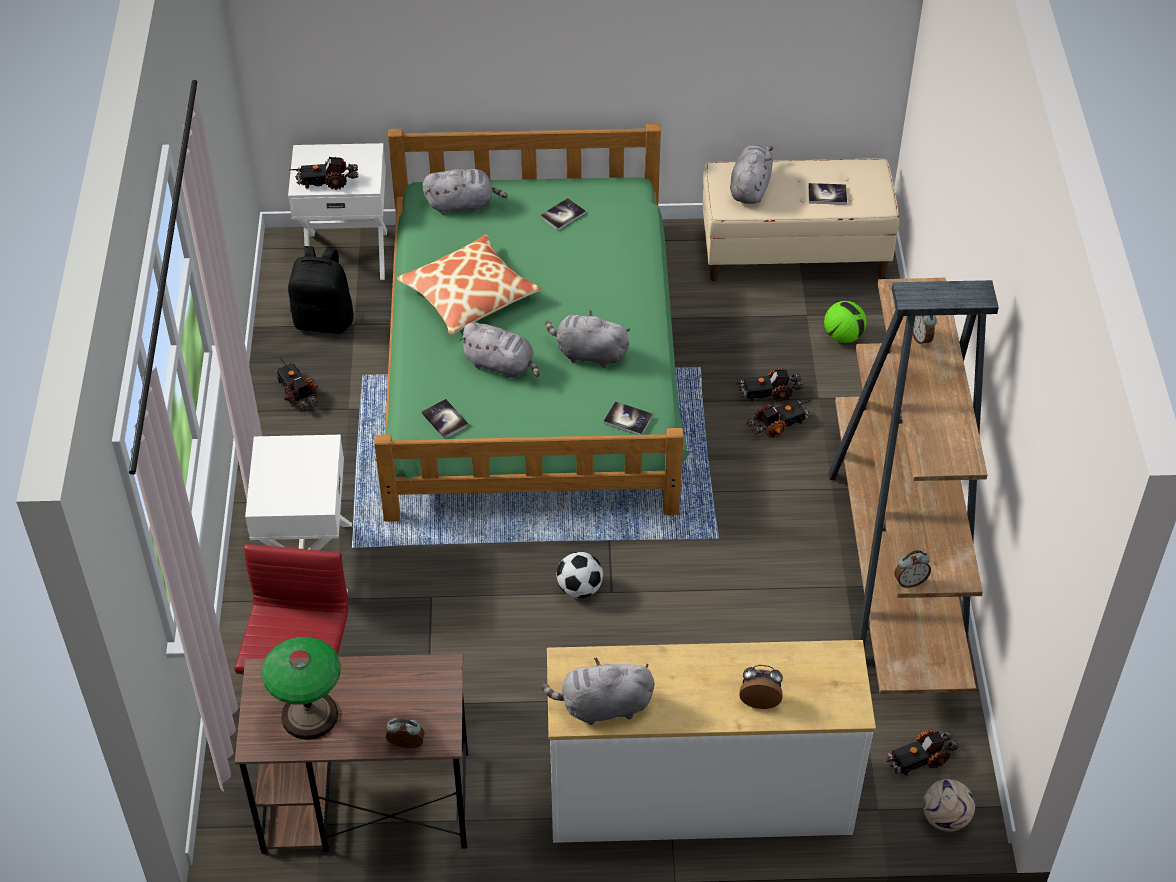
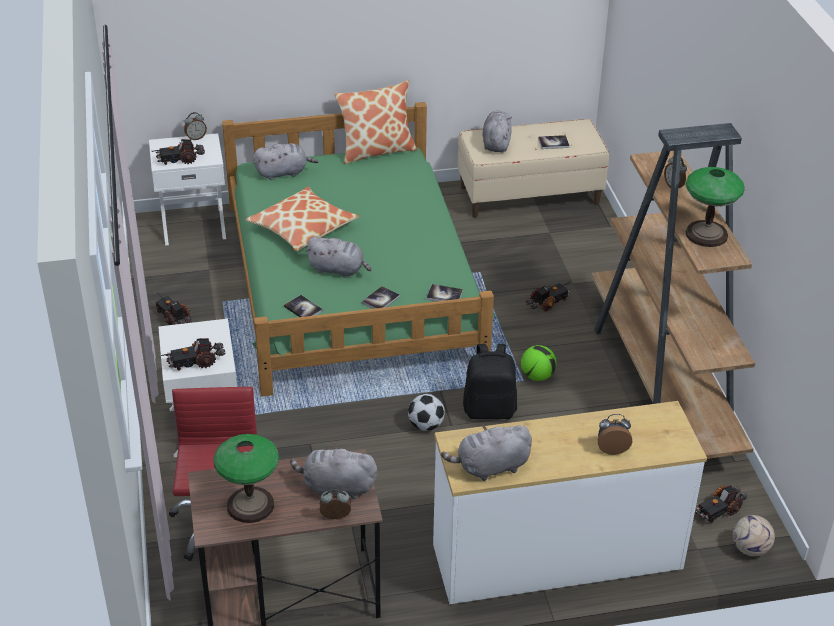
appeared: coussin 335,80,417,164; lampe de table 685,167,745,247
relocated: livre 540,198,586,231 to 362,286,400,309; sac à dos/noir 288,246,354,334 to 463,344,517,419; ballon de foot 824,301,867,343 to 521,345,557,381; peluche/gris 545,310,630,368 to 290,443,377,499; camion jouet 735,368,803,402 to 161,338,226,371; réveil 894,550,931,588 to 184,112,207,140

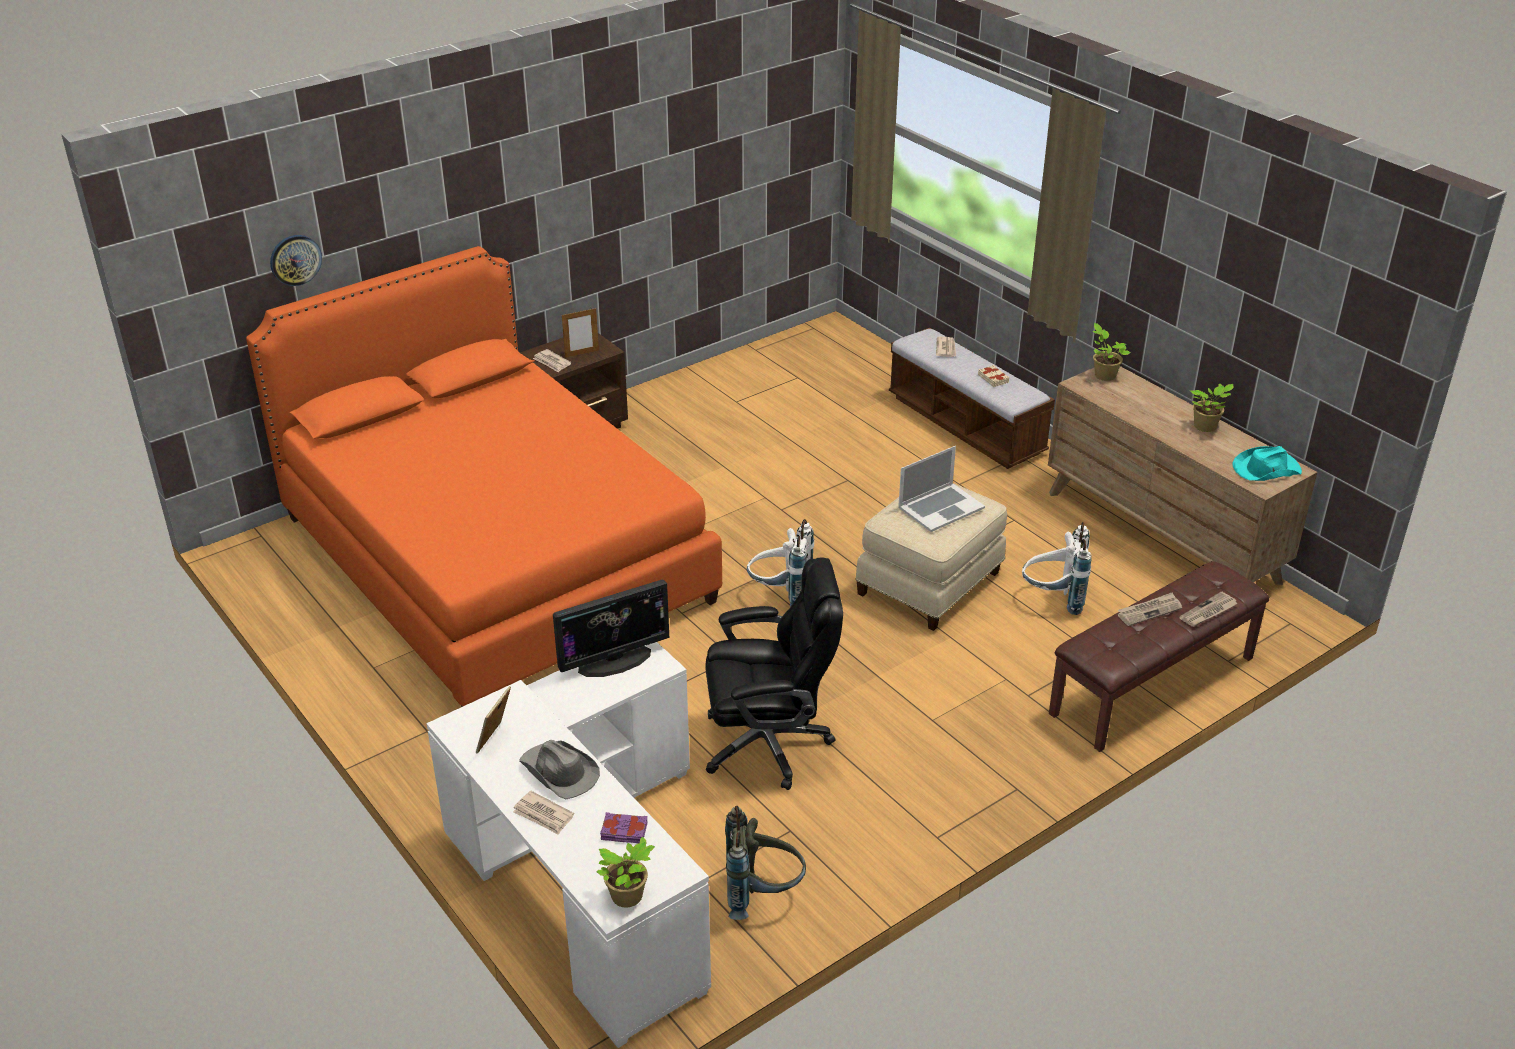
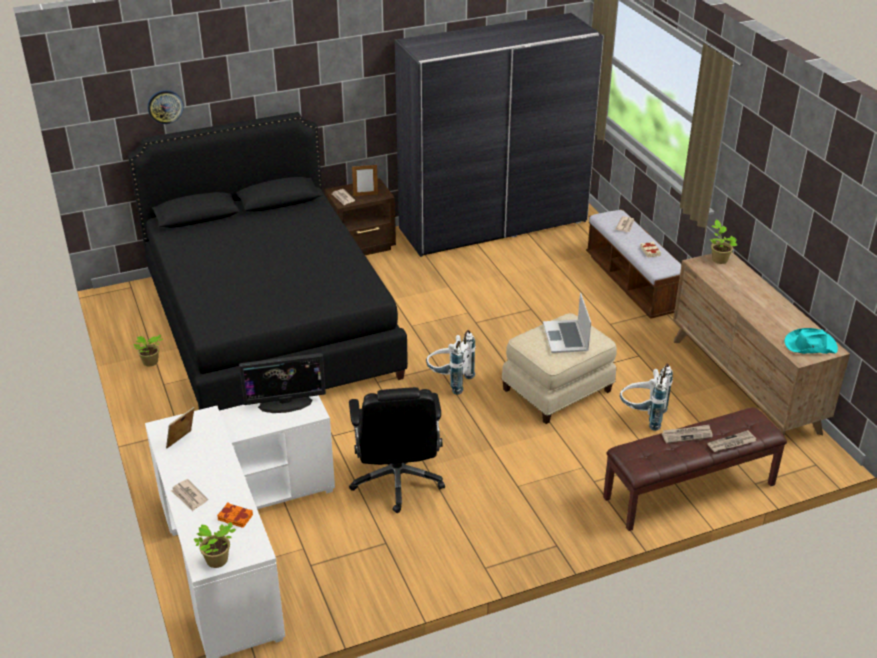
missing: chapeau/gris 519,740,600,799; sac à dos/gris 725,806,806,920
appeared: armoire/gris 395,13,604,257
relocated: plante en pot 1190,383,1234,432 to 133,335,163,366
colour: lit/orange 246,246,722,707 to lit/noir 128,112,408,411; livre/violet 600,812,648,843 to livre/orange 217,502,253,528
spun: ordinateur portable 898,446,985,532 = 543,293,591,353 105 degrees clockwise; chaise de bureau/noir 705,557,843,790 = 349,387,445,513 75 degrees clockwise

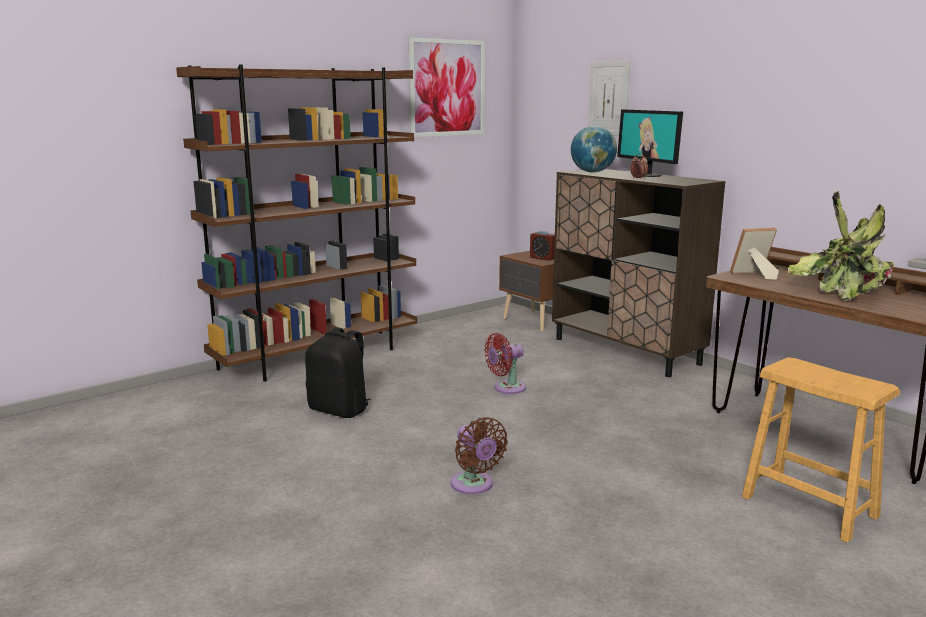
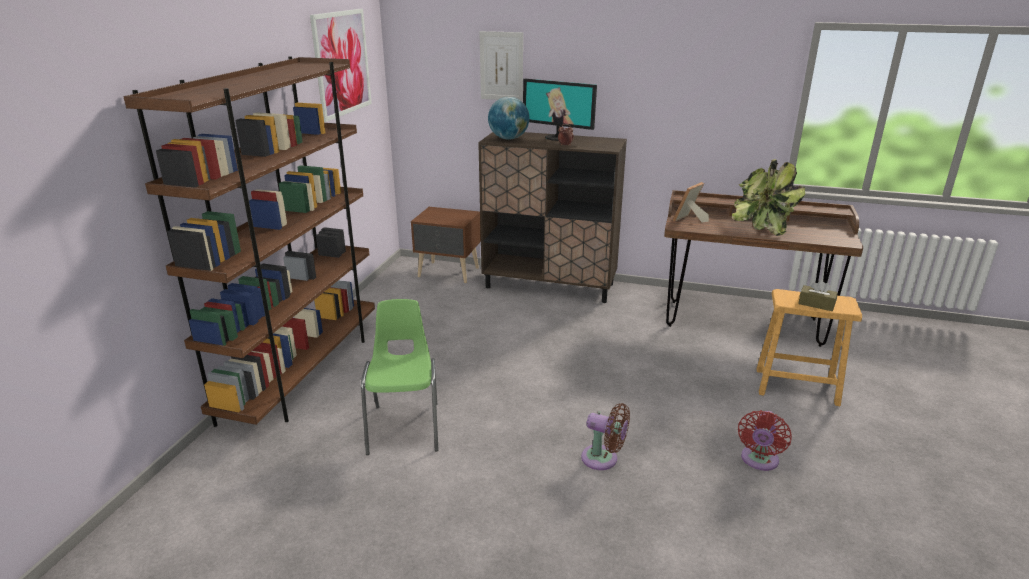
missing: réveil 530,231,555,261
appeared: boîte à mouchoirs/marron 798,280,838,311
relocated: ventilateur/rouge 484,333,526,394 to 738,410,792,471
exchanged: sac à dos/noir 305,327,371,418 to chaise/vert 361,299,439,455

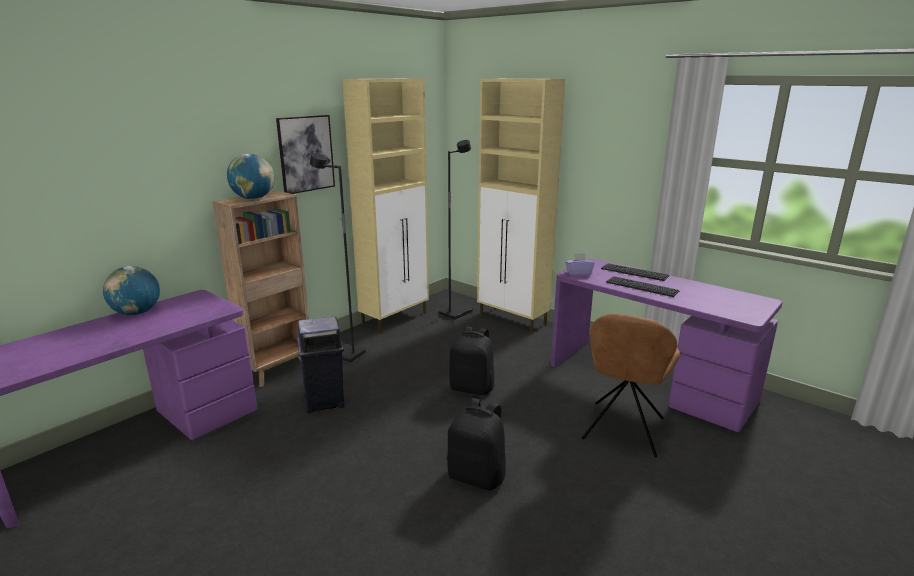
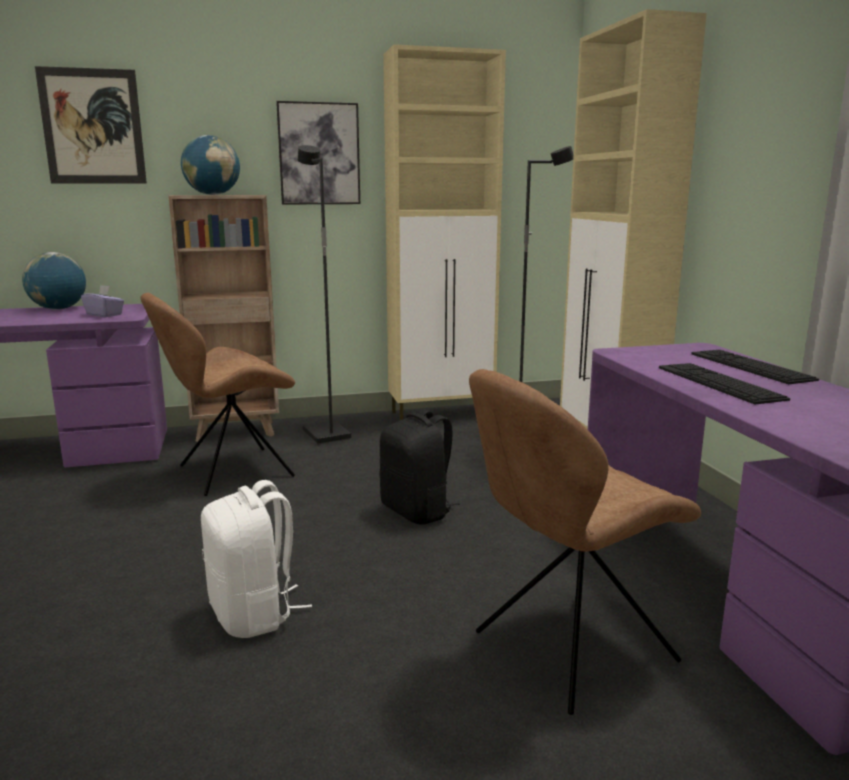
appeared: tableau 35,66,147,184
relocated: boîte à mouchoirs/violet 565,253,595,275 to 81,285,124,317
exchanged: poubelle/bleu 297,317,345,413 to chaise/marron 141,293,295,496
colour: sac à dos/noir 447,398,506,490 to sac à dos/blanc 201,480,312,638

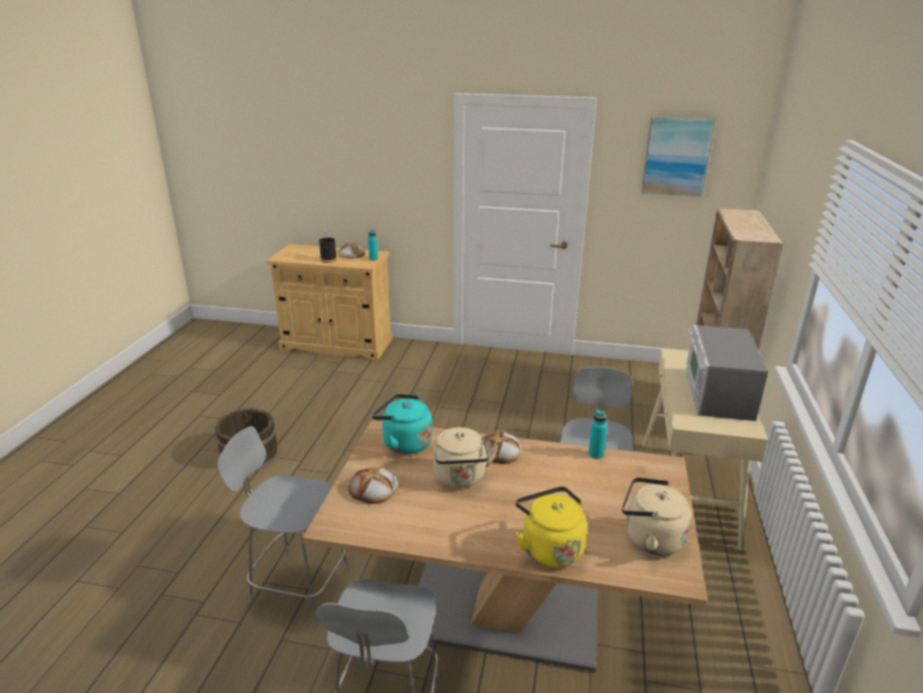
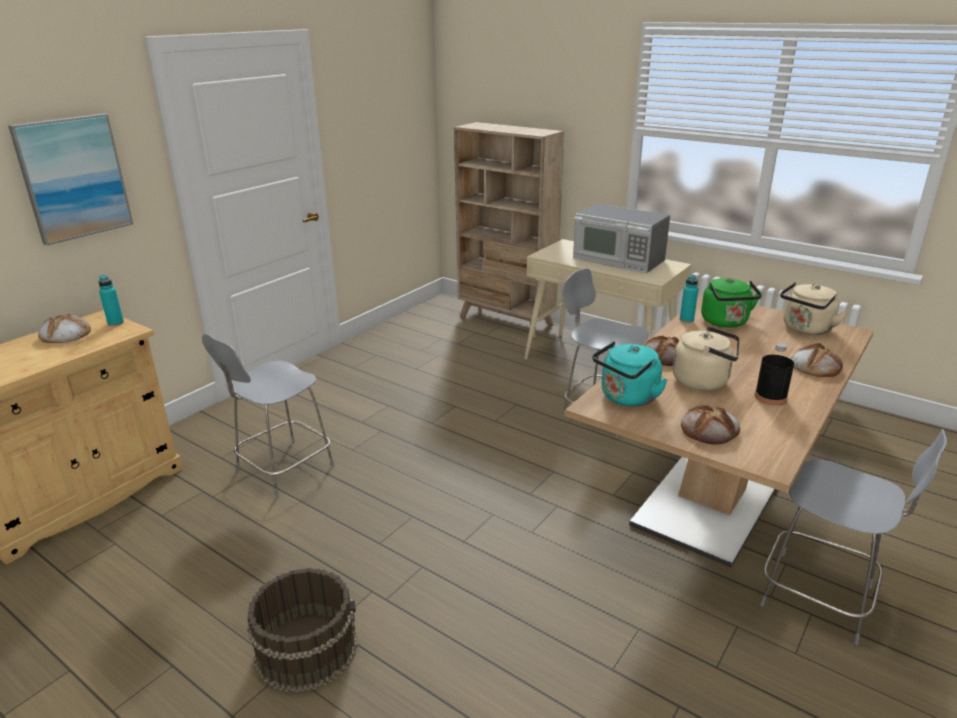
appeared: bouilloire/vert 701,278,762,327
relocated: tableau 641,117,716,196 to 8,113,133,245; bouteille/noir 319,230,337,263 to 755,343,794,406; chaise/gris 217,426,348,619 to 202,334,334,498
exchanged: bouilloire/jaune 515,486,587,568 to pain 791,343,843,377

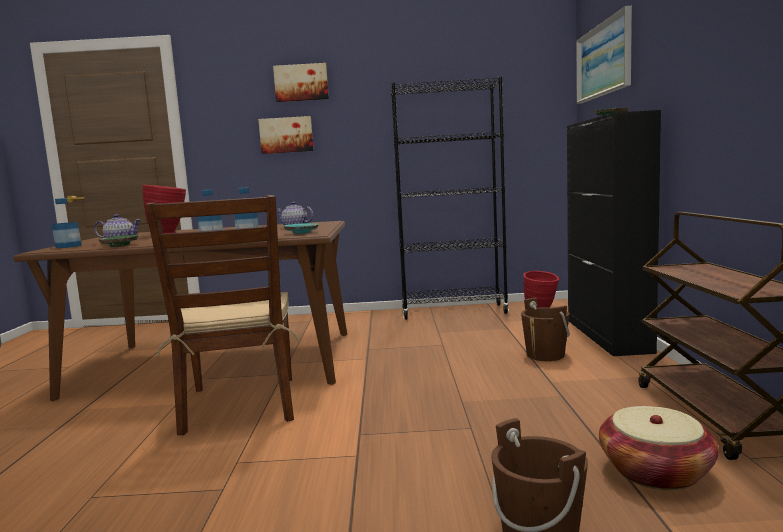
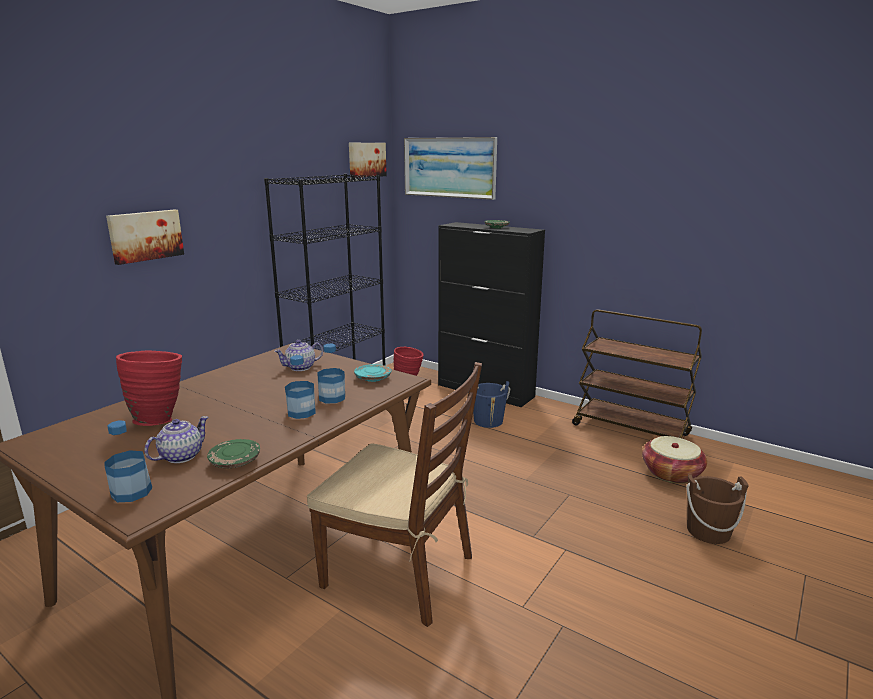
relocated: tableau 273,63,329,102 to 349,143,387,178
colour: seau/marron 521,298,570,361 to seau/bleu 473,381,510,428

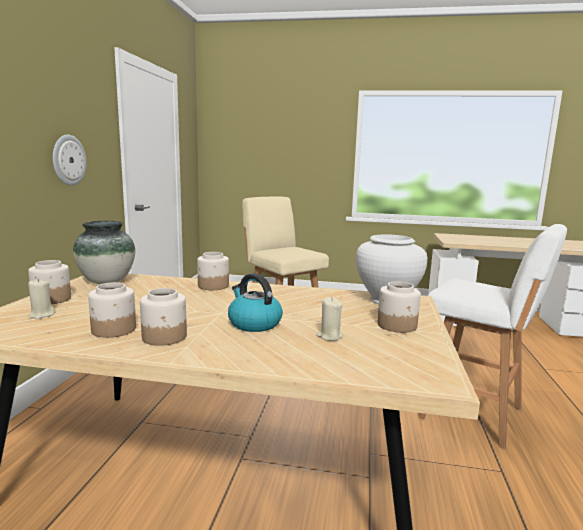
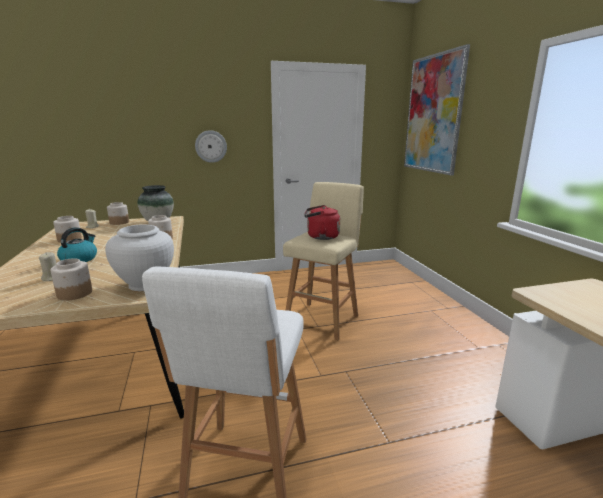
missing: bocal 140,288,187,346
appeared: tableau 404,44,470,175; bouilloire/rouge 304,205,340,240

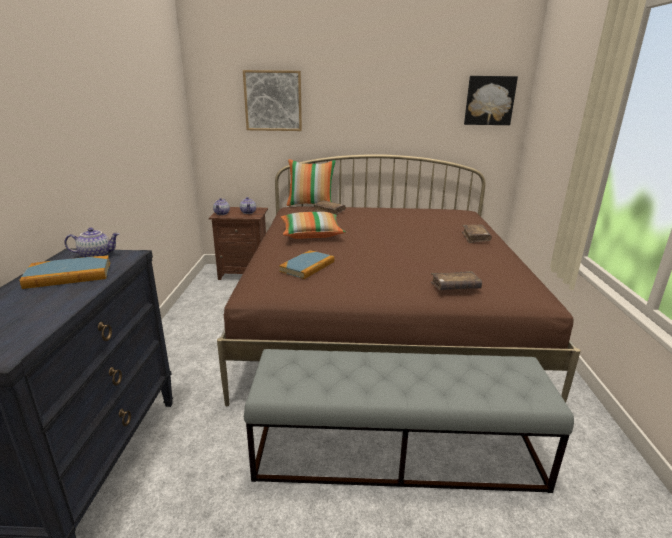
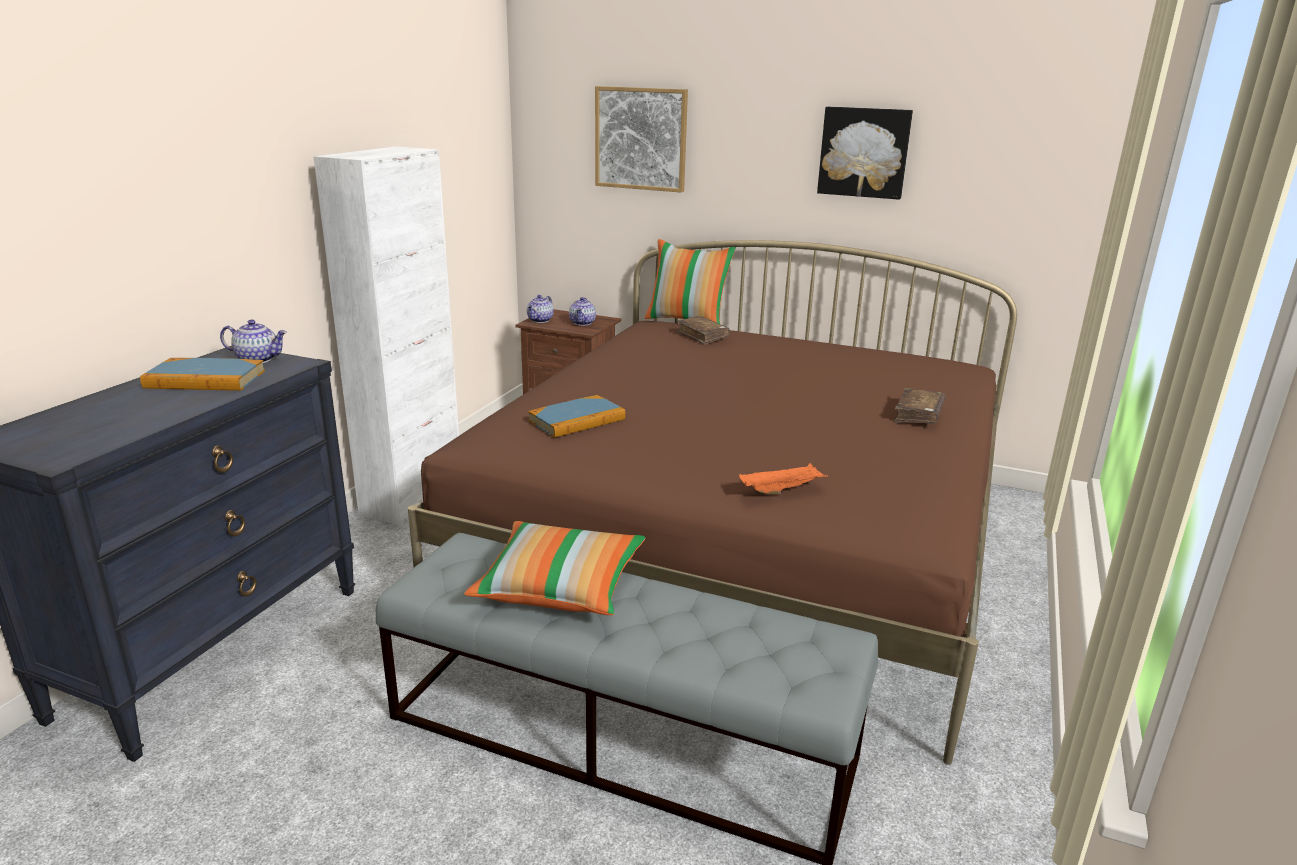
appeared: meuble de rangement/blanc 314,147,459,525
relocated: tableau 464,76,518,125 to 817,107,913,200; coussin 280,212,345,239 to 464,521,646,615
exchanged: livre/marron 431,271,482,290 to plateau/orange 739,463,828,494

